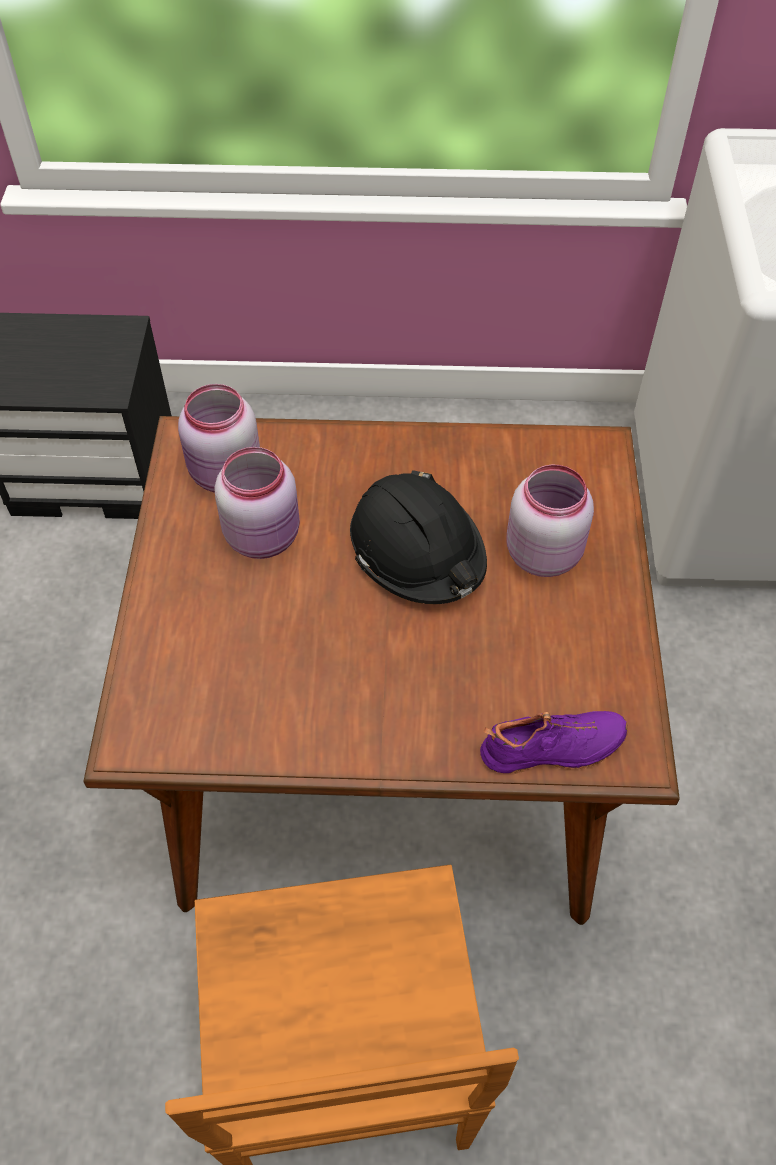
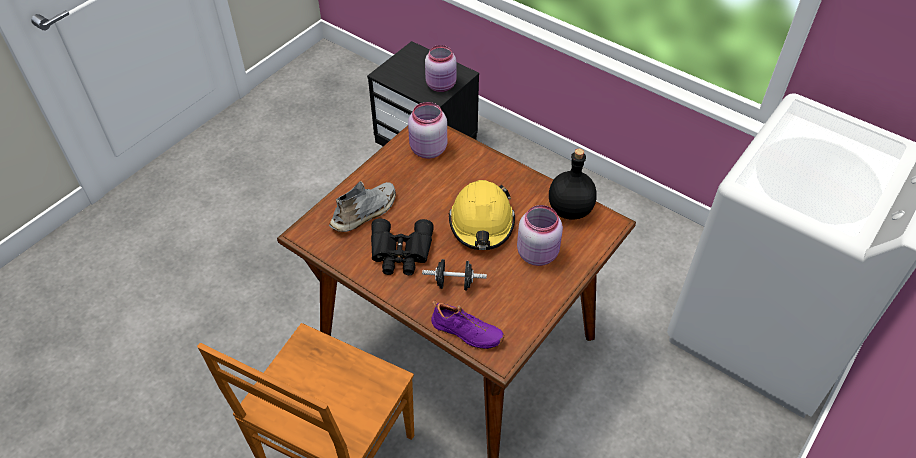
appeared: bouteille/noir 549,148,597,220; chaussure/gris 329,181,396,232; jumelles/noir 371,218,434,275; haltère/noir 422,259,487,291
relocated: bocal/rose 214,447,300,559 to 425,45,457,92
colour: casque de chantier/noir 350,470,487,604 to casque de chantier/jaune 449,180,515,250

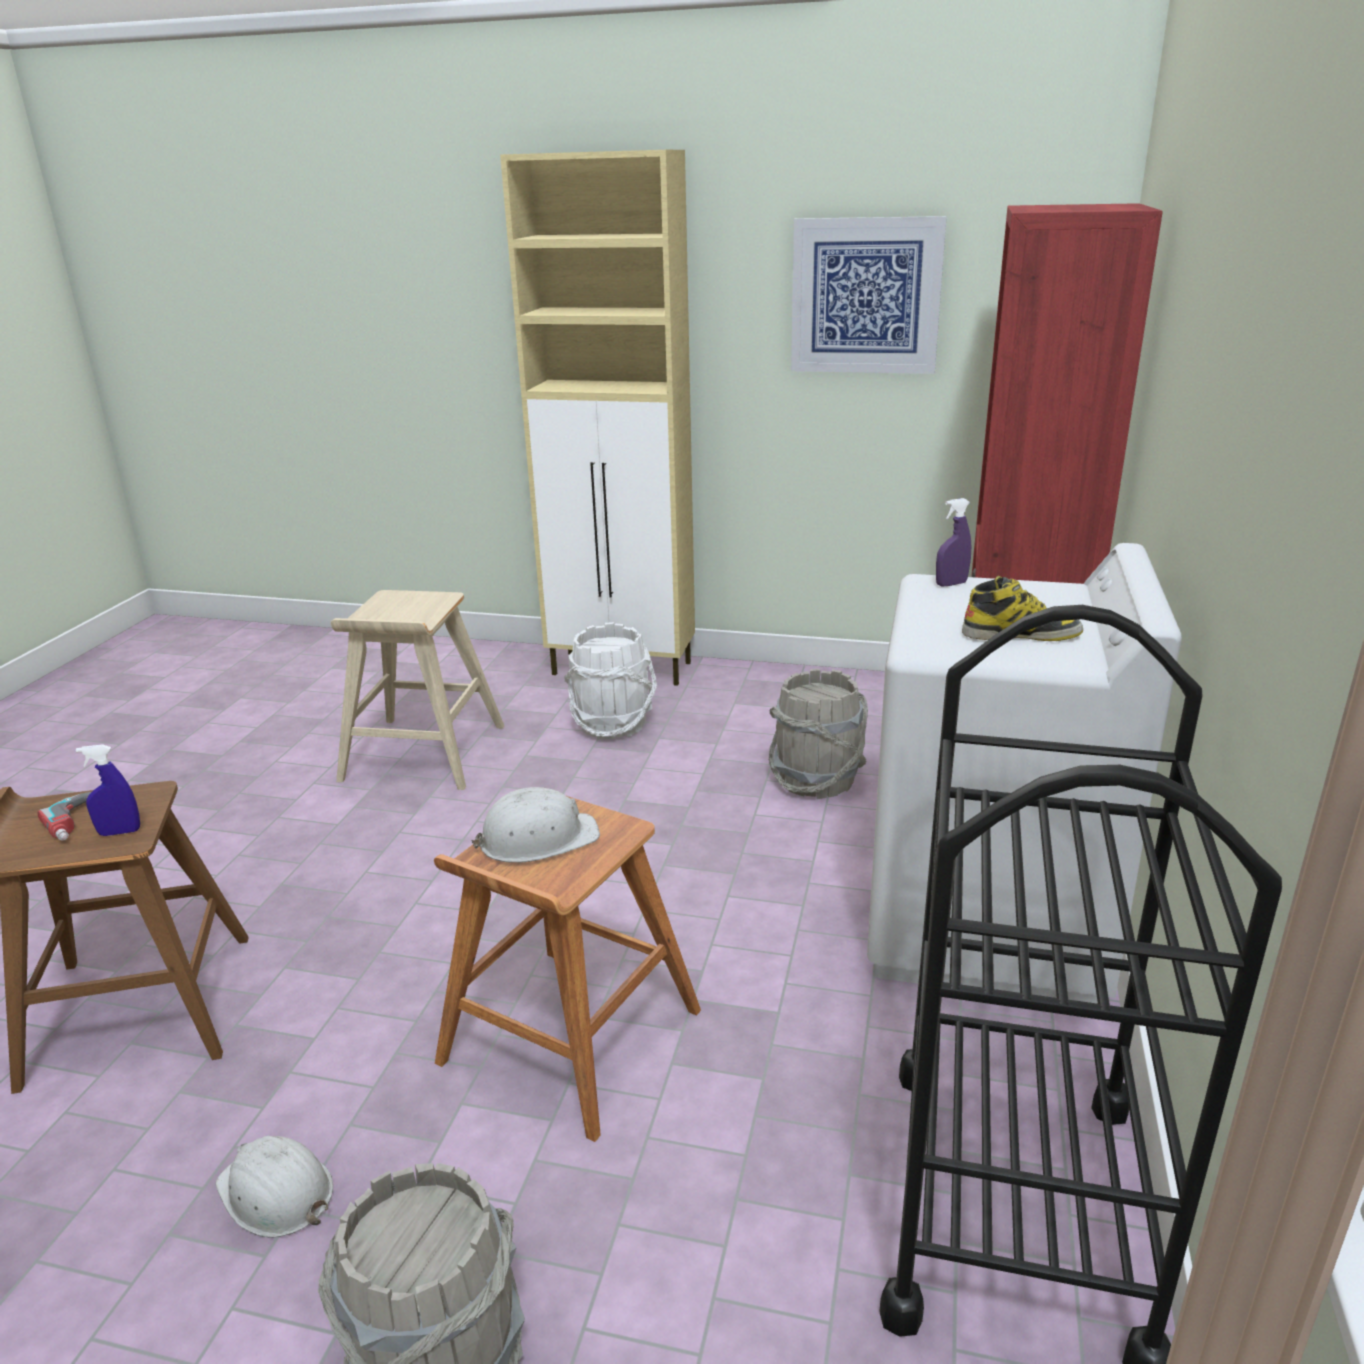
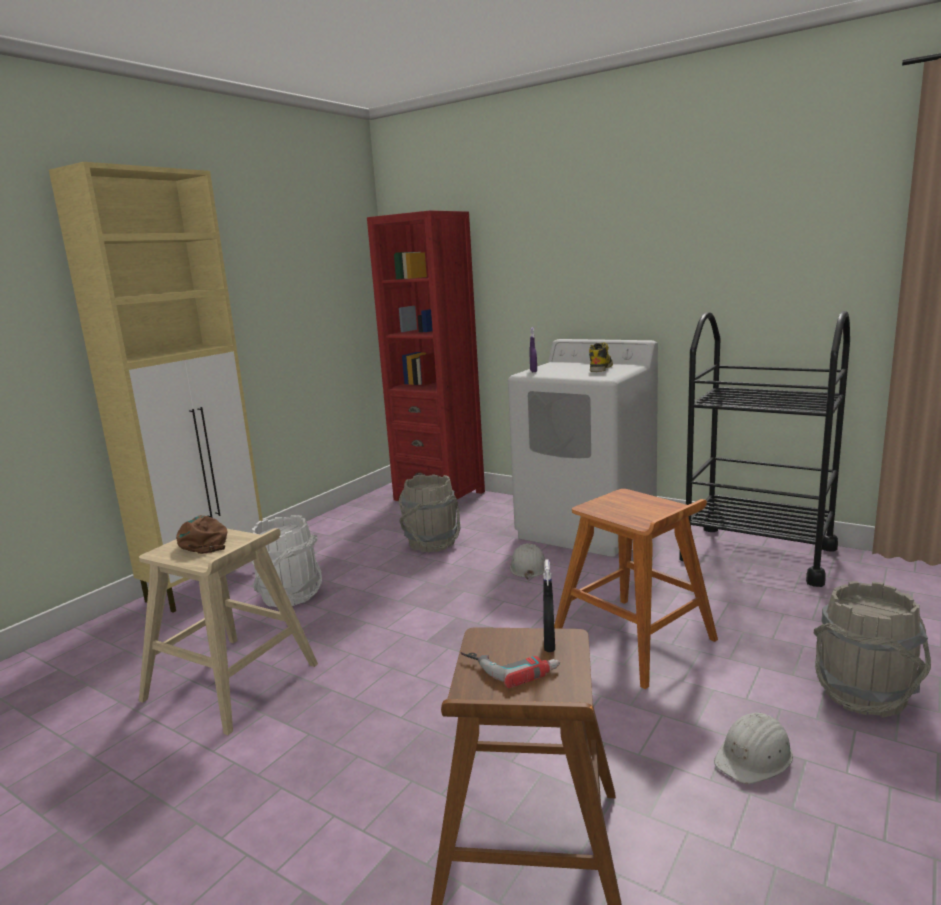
missing: tableau 791,216,947,374
appeared: casquette/marron 176,516,228,554
relocated: casque de chantier/blanc 471,787,600,863 to 510,543,545,580
colour: vaporisateur/bleu 76,744,140,836 to vaporisateur/noir 543,559,555,652

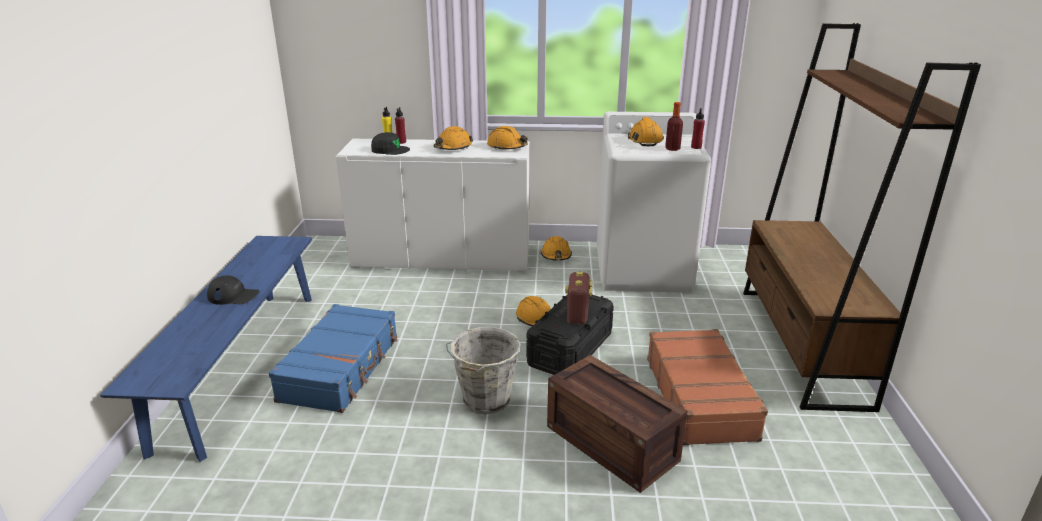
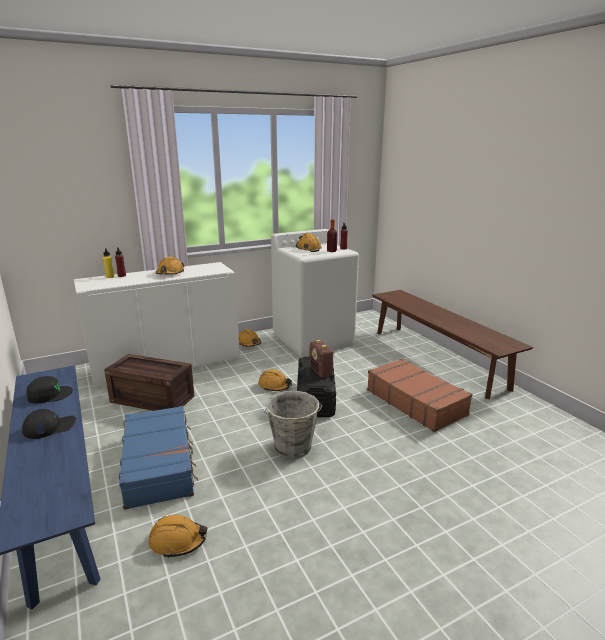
relocated: casque de chantier/orange 487,126,528,150 to 149,515,207,558; casquette/noir 371,132,410,155 to 26,376,73,404; caisse 547,355,687,493 to 104,354,194,411
exchanged: bibliothèque/marron 743,23,981,412 to banc/marron 372,290,533,399

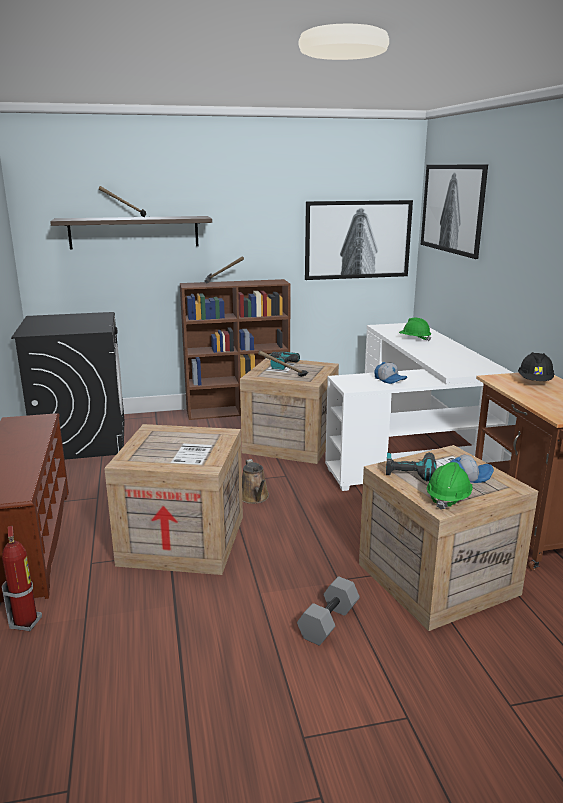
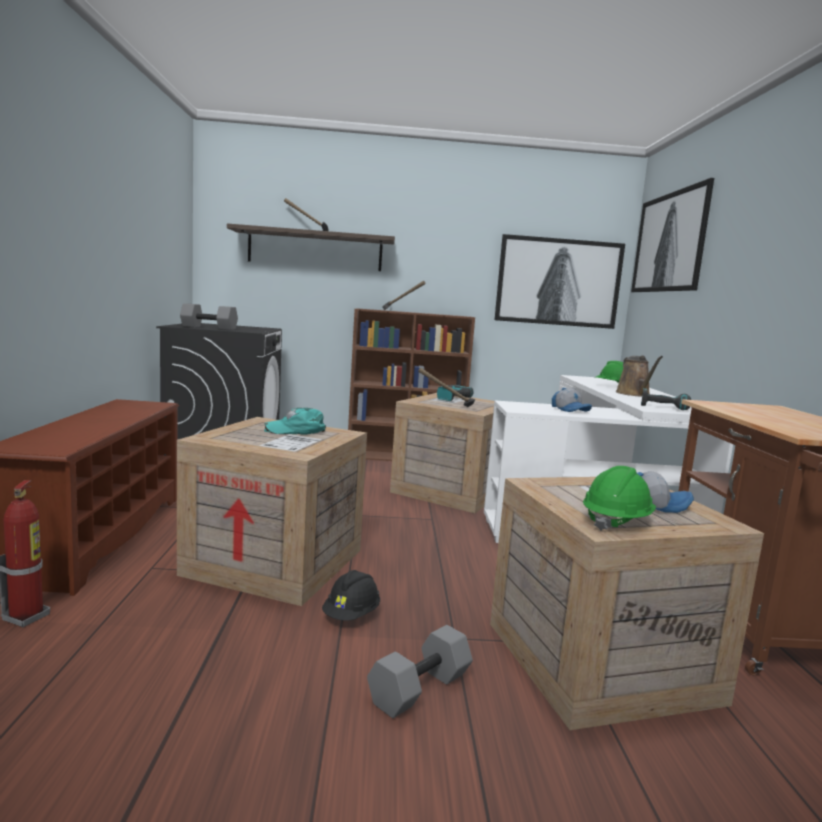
appeared: haltère/gris 180,304,238,330; casquette/turquoise 264,408,326,435
relocated: casque de chantier/noir 518,352,554,381 to 322,570,380,621; perceuse 386,452,437,482 to 641,388,691,410; arrosoir/marron 242,459,269,504 to 616,356,663,397

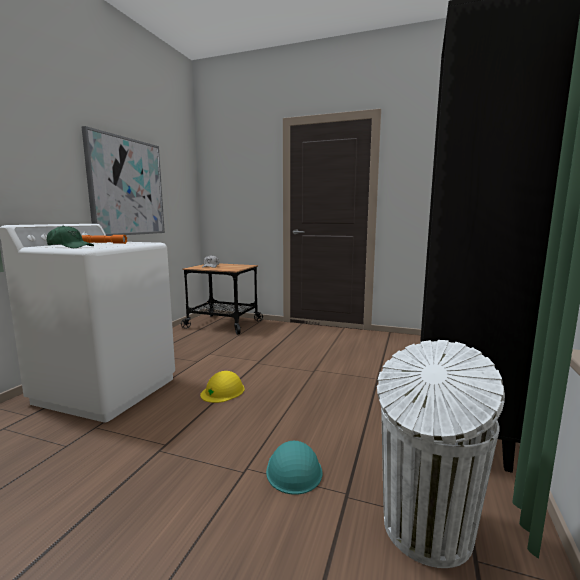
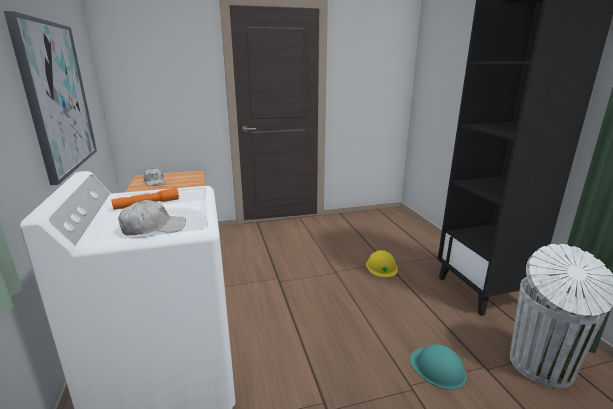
relocated: casque de chantier/jaune 200,371,244,403 to 366,250,397,277
colour: casquette/vert 47,225,94,248 to casquette/blanc 118,200,186,235

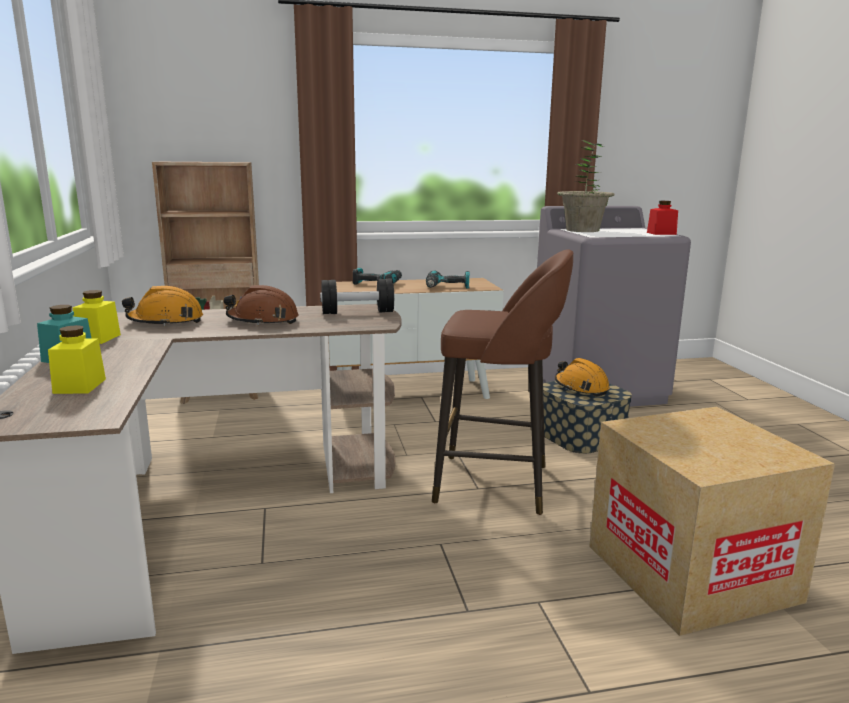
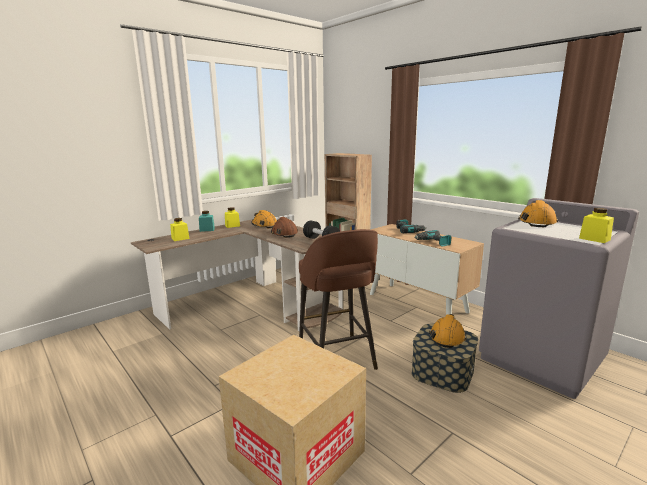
exchanged: plante en pot 557,140,614,232 to casque de chantier/orange 518,200,558,227
colour: bocal/rouge 647,201,678,235 to bocal/jaune 579,208,614,243

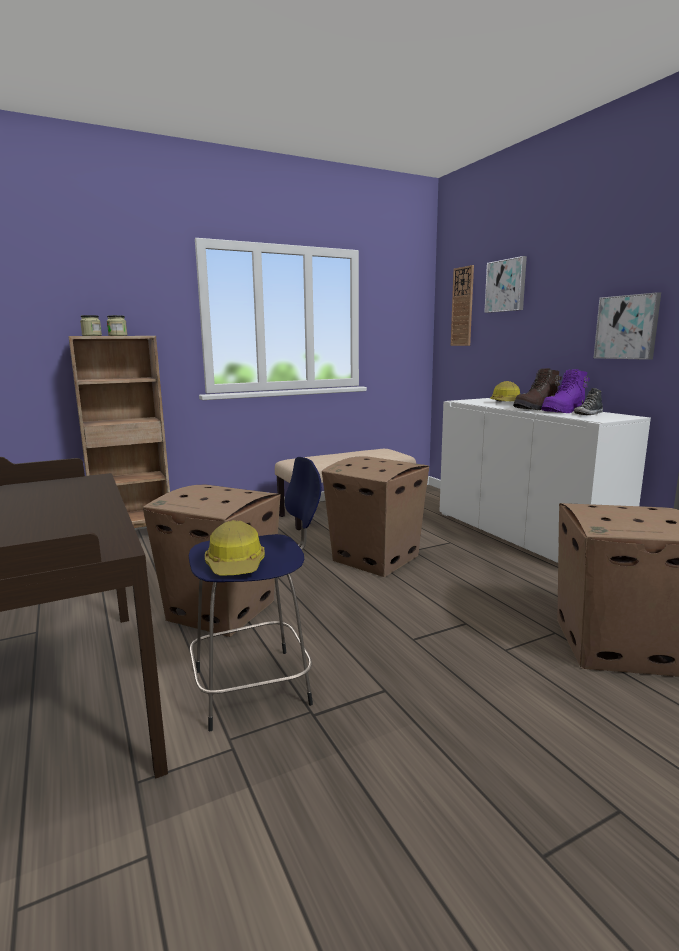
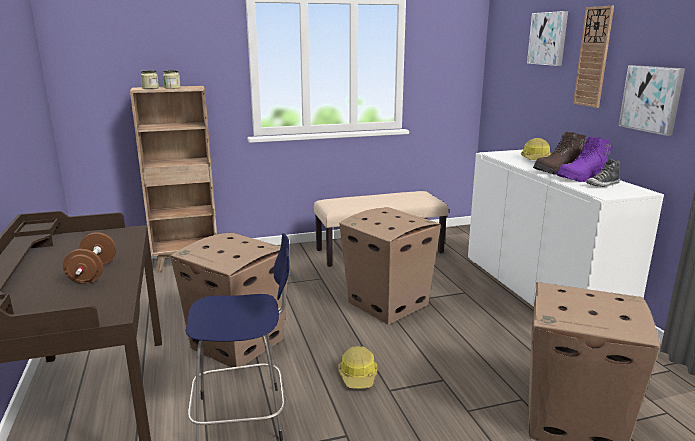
appeared: haltère/marron 63,232,116,284
relocated: horloge murale 451,265,474,346 to 573,6,614,108; casque de chantier 205,520,265,576 to 339,346,377,389

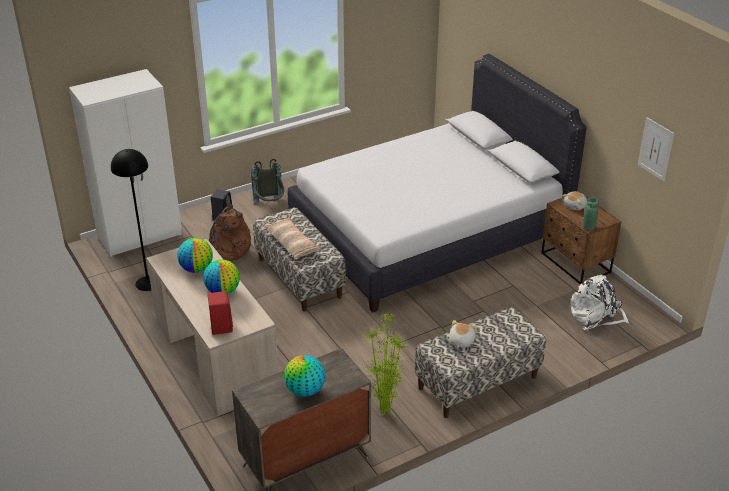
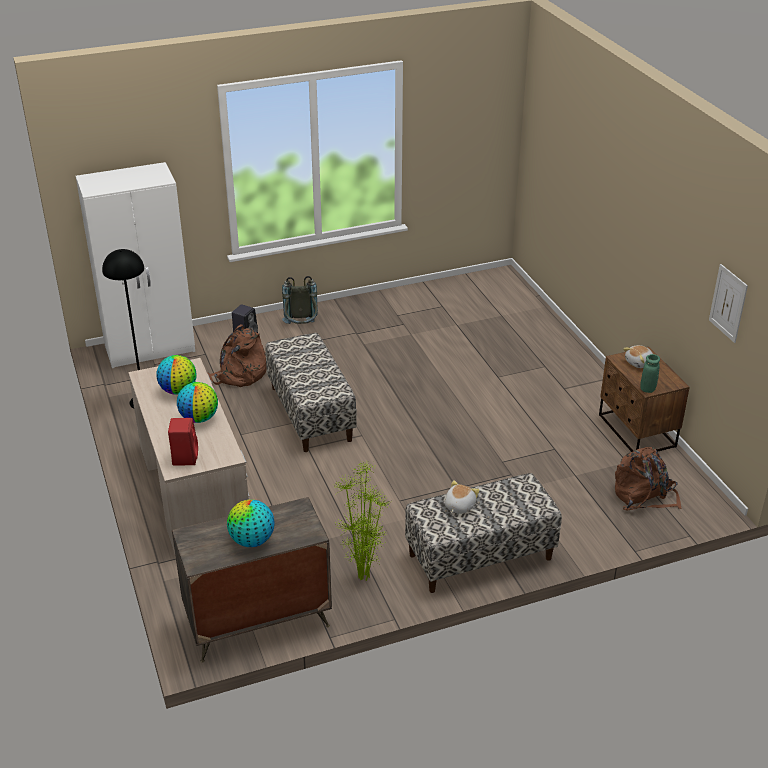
missing: lit/blanc 288,54,587,312; coussin 264,218,321,259
colour: sac à dos/blanc 571,275,629,330 to sac à dos/marron 615,447,682,510

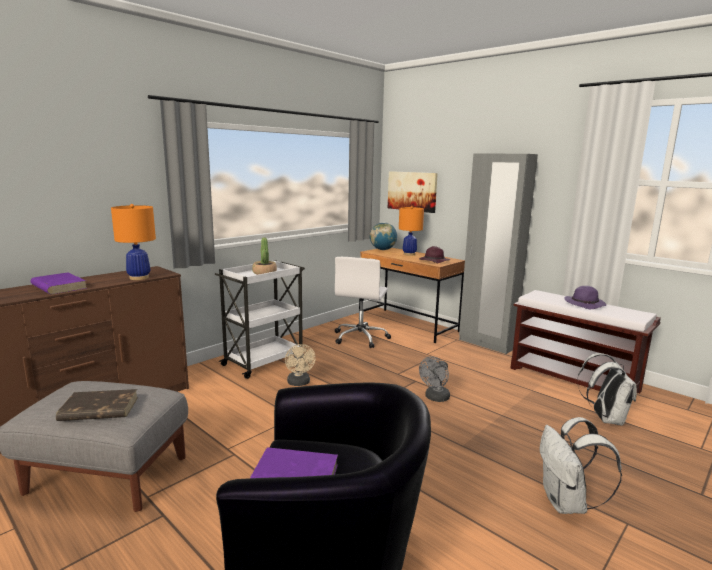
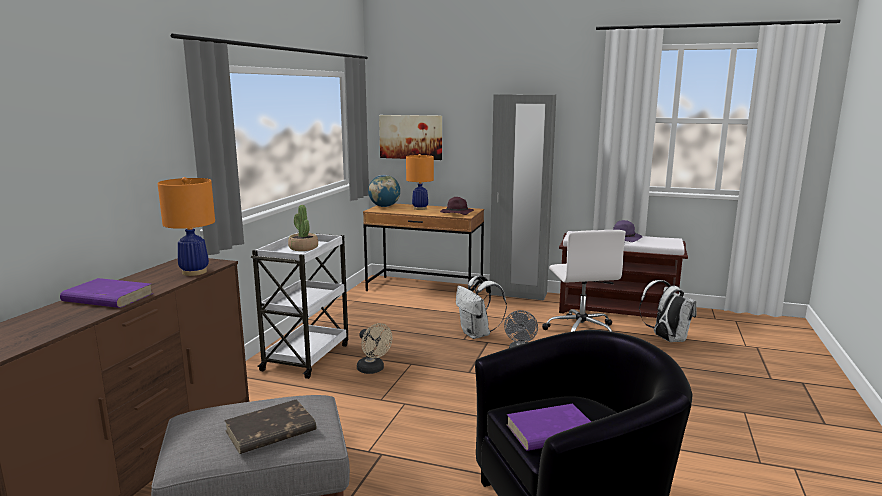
relocated: chaise de bureau/blanc 335,257,391,348 to 542,230,626,332; sac à dos/blanc 540,417,622,514 to 456,275,507,339

